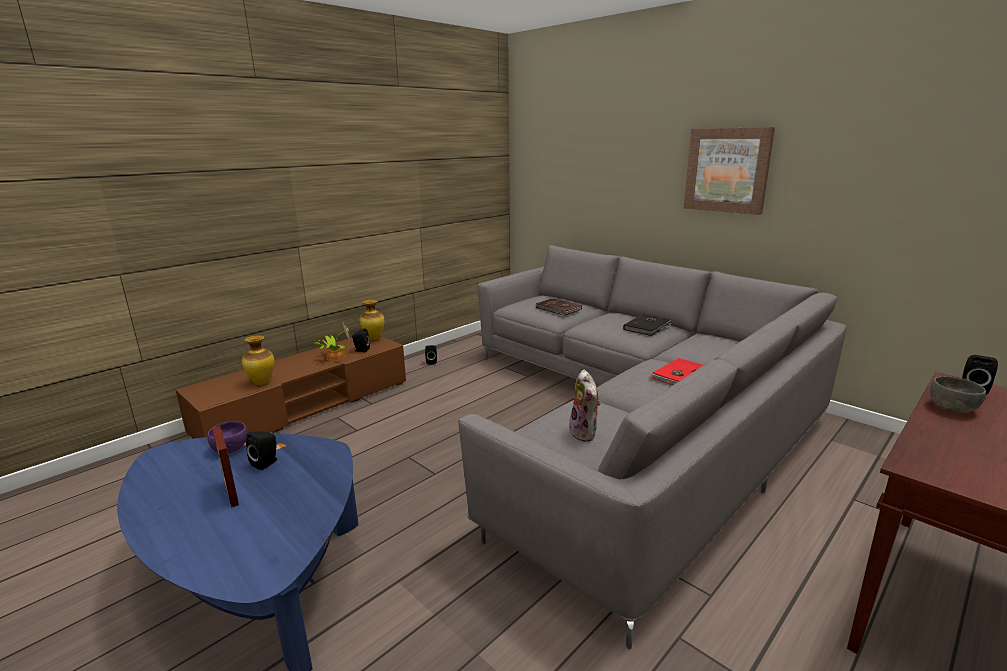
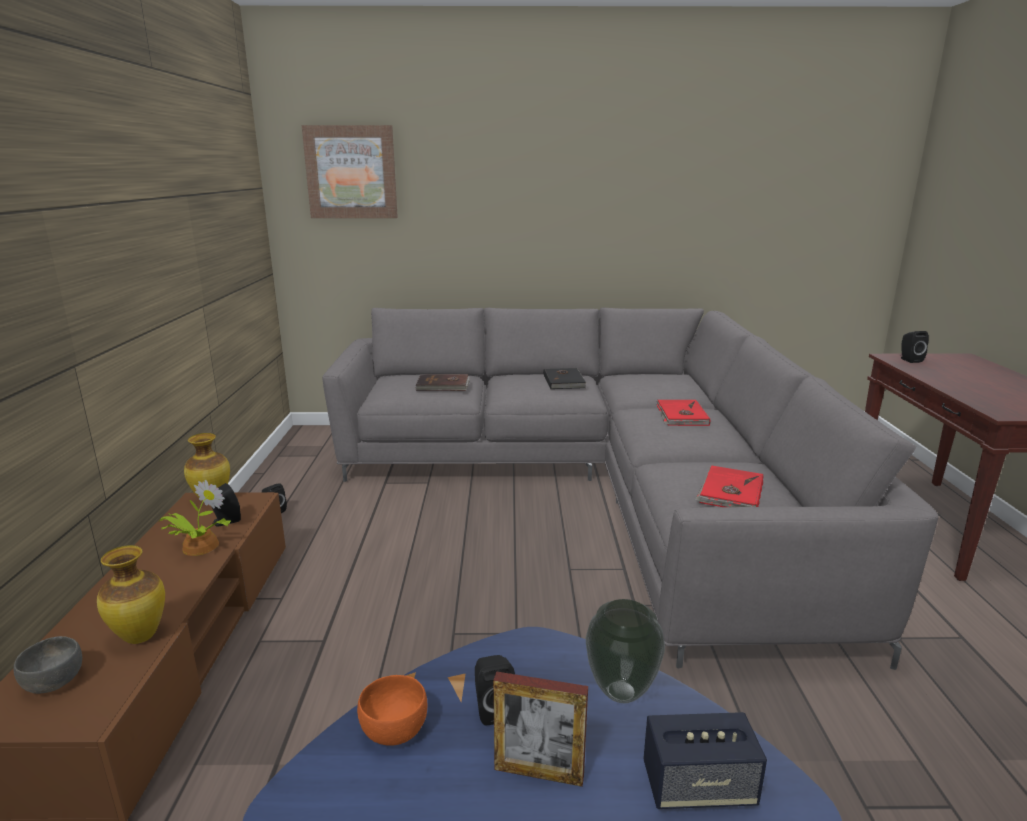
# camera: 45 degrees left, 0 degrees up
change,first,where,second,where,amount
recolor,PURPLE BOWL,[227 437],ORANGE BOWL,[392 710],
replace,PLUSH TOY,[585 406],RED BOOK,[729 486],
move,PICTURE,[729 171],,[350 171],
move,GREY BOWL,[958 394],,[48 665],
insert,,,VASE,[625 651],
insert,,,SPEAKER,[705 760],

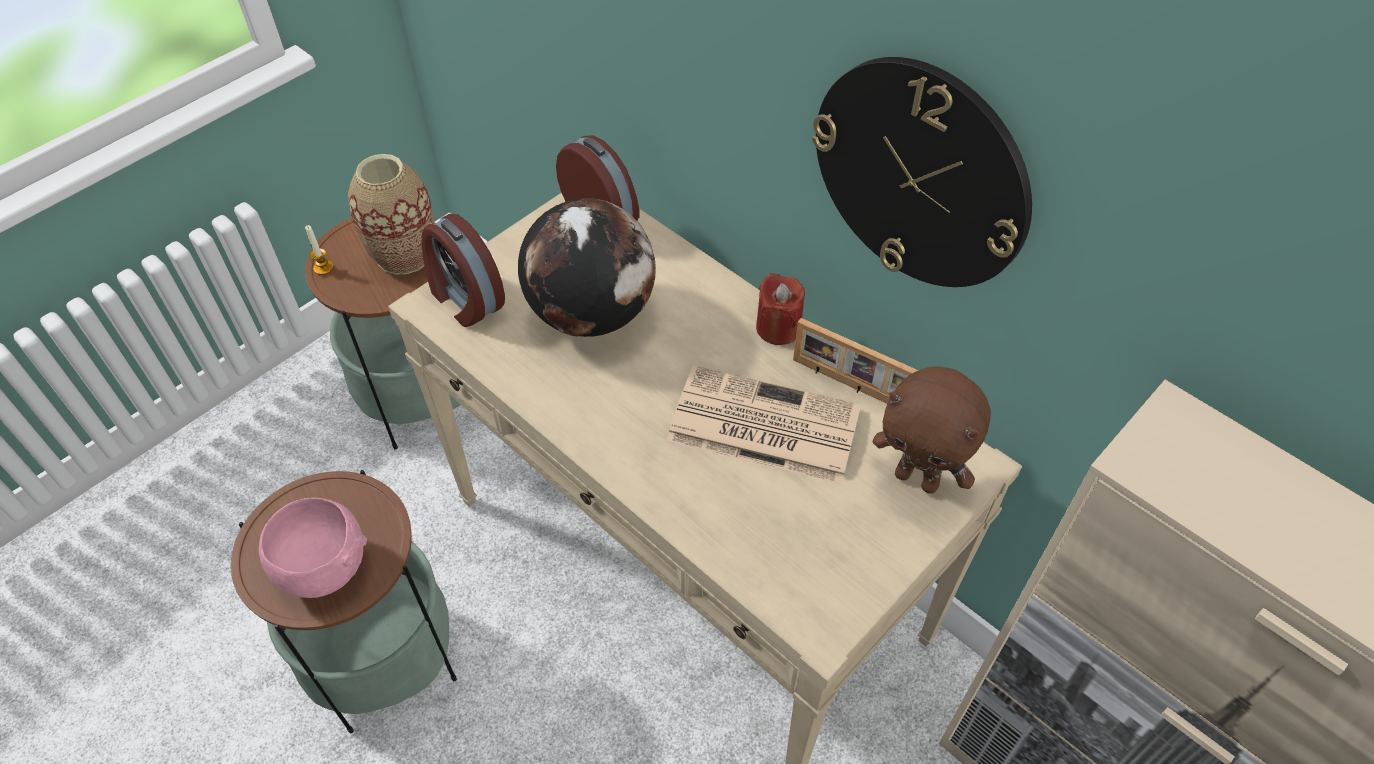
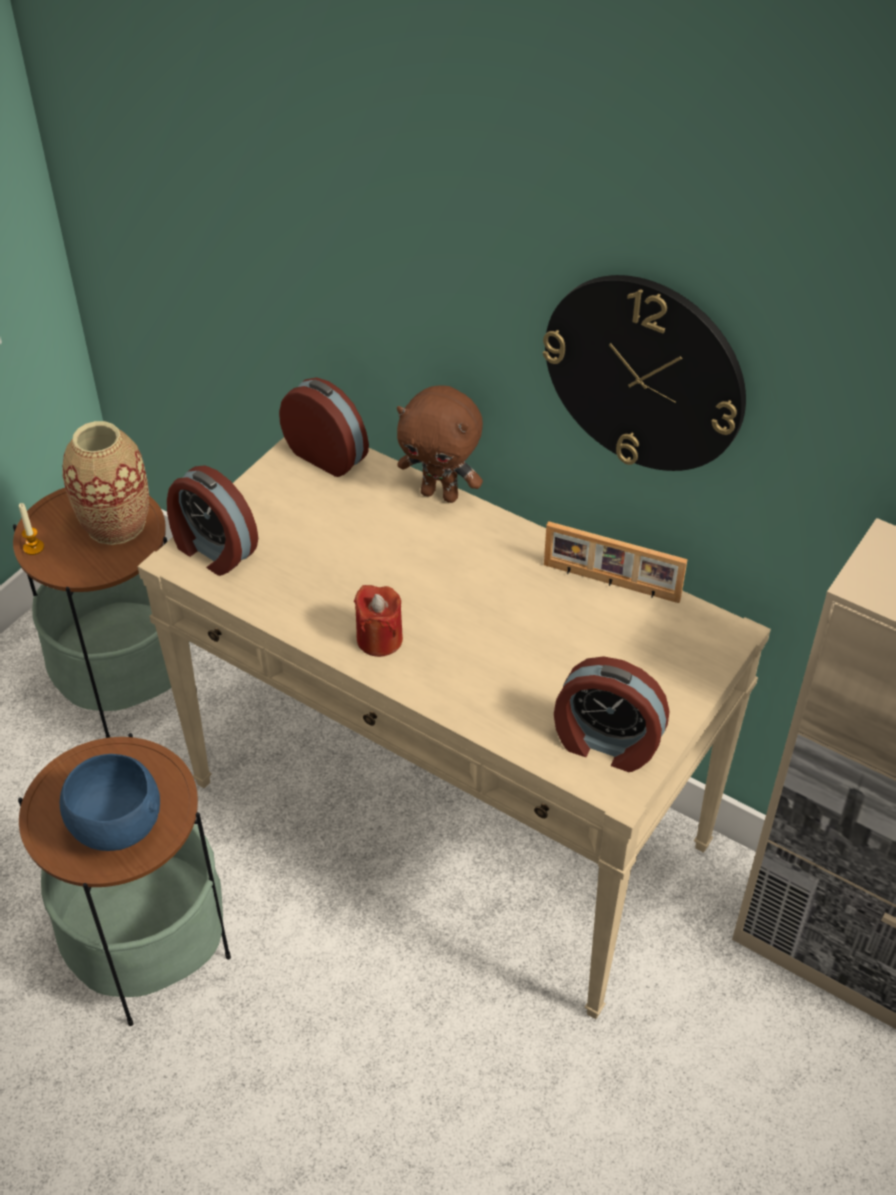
# camera: 10 degrees left, 5 degrees down
change,first,where,second,where,amount
recolor,PINK BOWL,[313 548],BLUE BOWL,[110 802],
delete,GLOBE,[587 267],,,
delete,NEWSPAPER,[764 424],,,
move,RED CANDLE,[780 309],,[378 621],
move,BROWN PLUSH TOY,[932 430],,[440 444],
insert,,,ALARM CLOCK,[611 714],

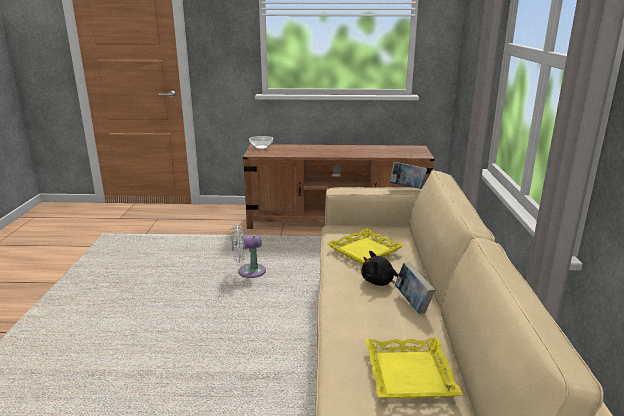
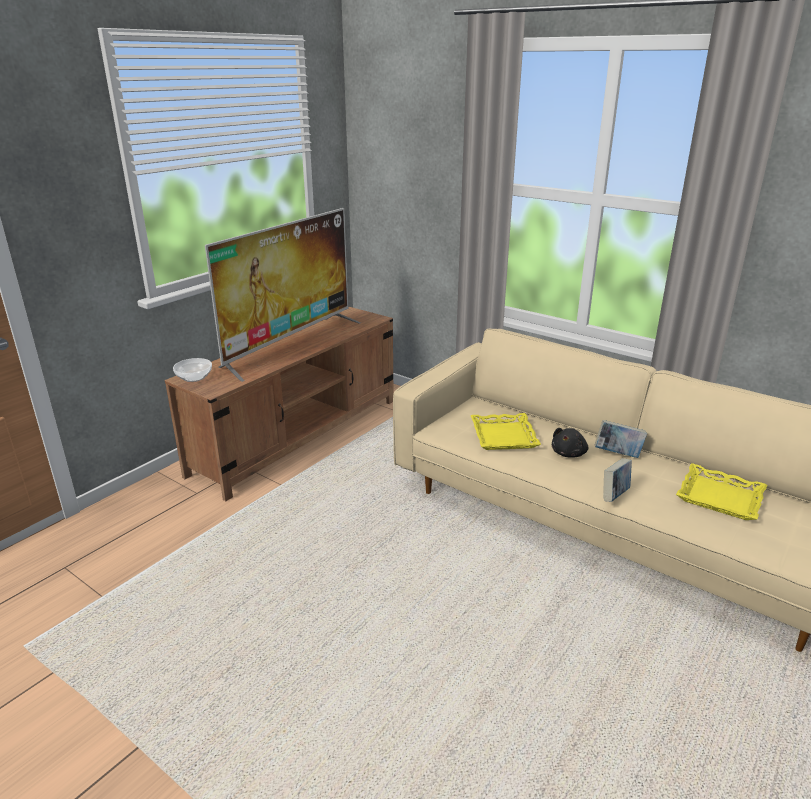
# camera: 55 degrees left, 5 degrees up
change,first,where,second,where,amount
delete,WHITE FAN,[248 251],,,
move,BOOK,[408 175],,[617 480],
insert,,,TELEVISION,[283 295],

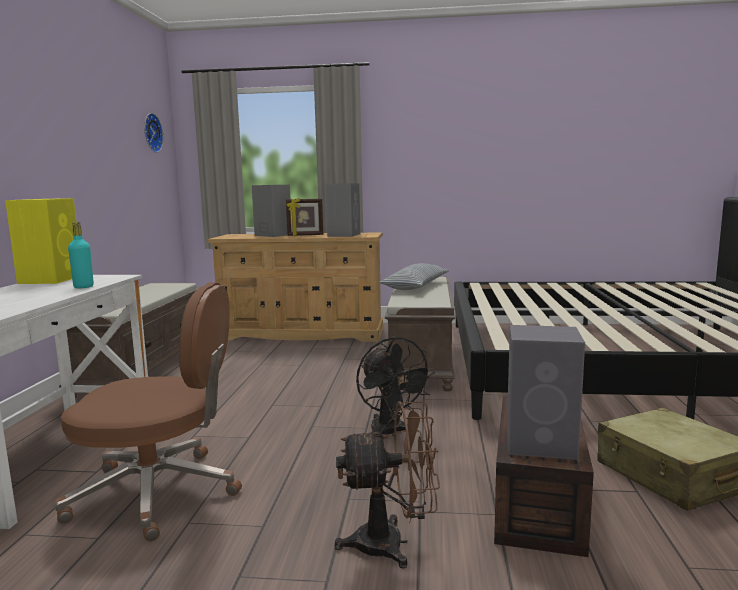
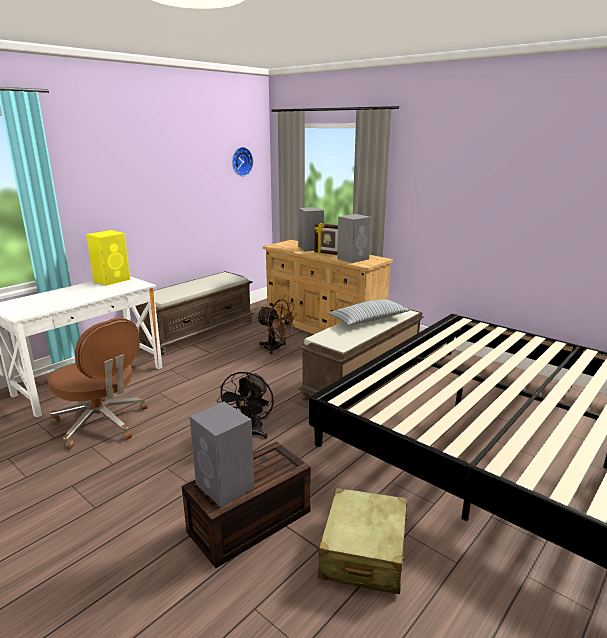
# camera: 35 degrees right, 10 degrees up
change,first,where,second,where,amount
delete,TURQUOISE BOTTLE,[81 255],,,
move,BROWN FAN,[387 485],,[276 326],

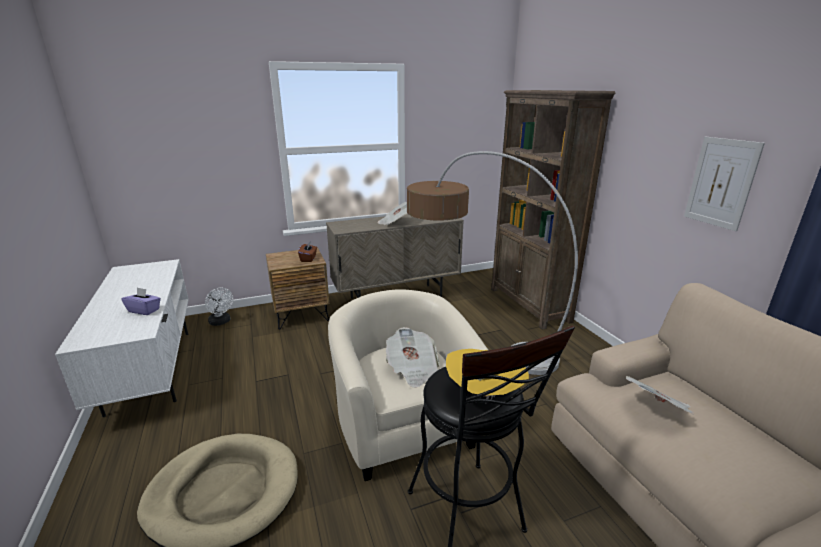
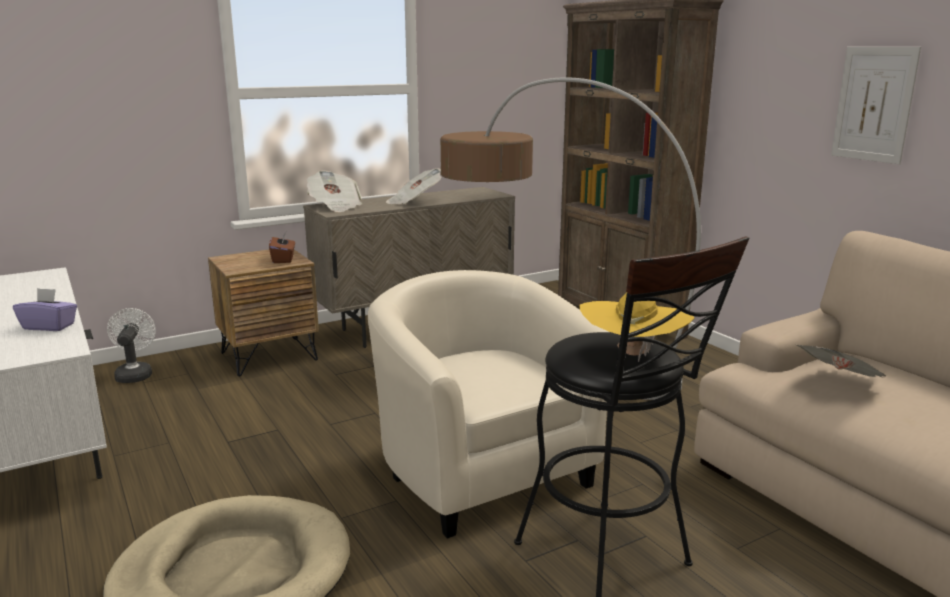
# camera: 10 degrees left, 5 degrees down
change,first,where,second,where,amount
rotate,WHITE FAN,[219 307],,[131 345],135 degrees counterclockwise
move,NEWSPAPER,[413 357],,[334 191],

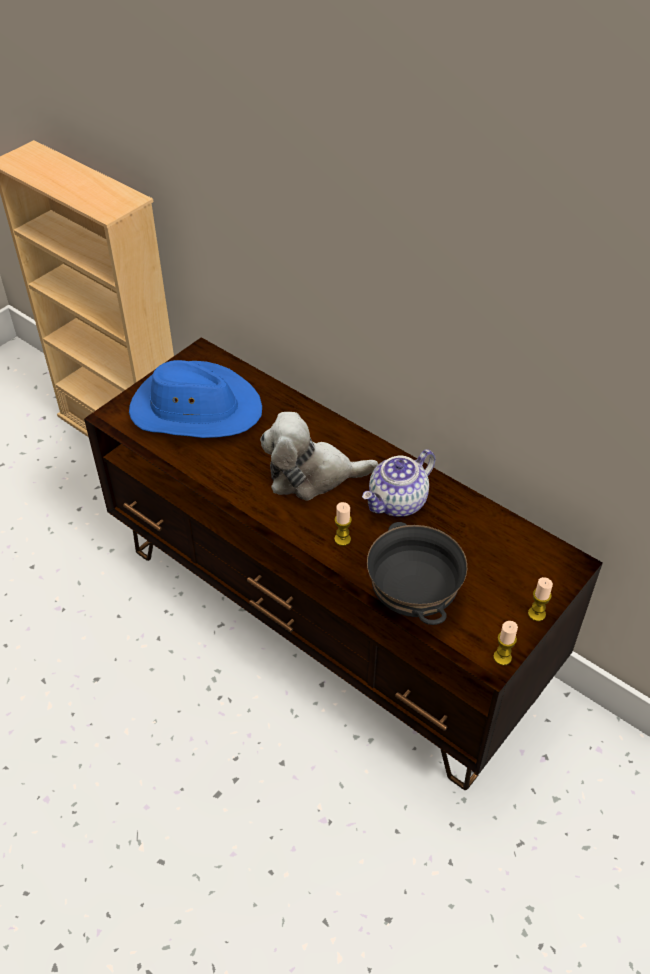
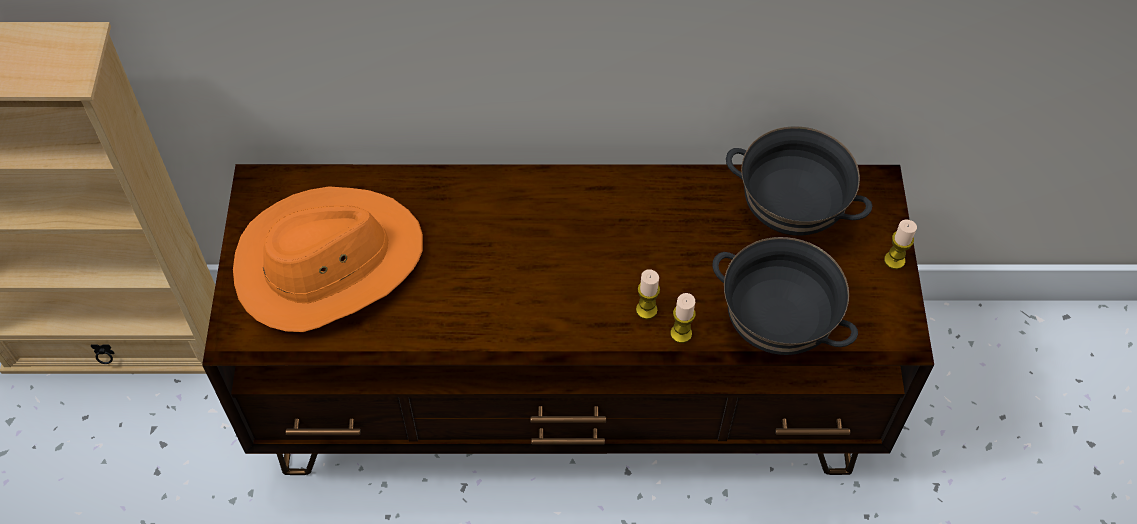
# camera: 40 degrees left, 10 degrees up
change,first,where,second,where,amount
recolor,BLUE HAT,[195 399],ORANGE HAT,[328 259],
delete,PLUSH TOY,[319 456],,,
delete,TEAPOT,[398 483],,,
move,CANDLE,[505 643],,[683 318],
insert,,,BLACK BOWL,[799 181],

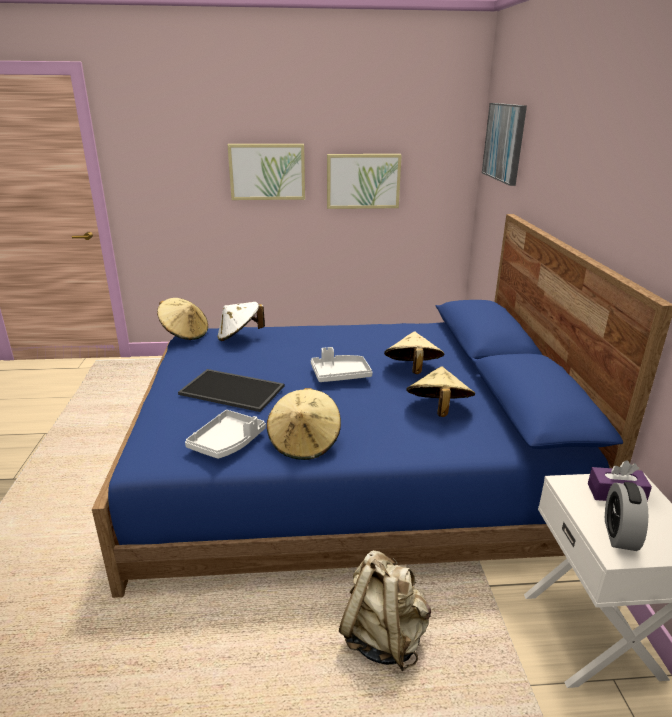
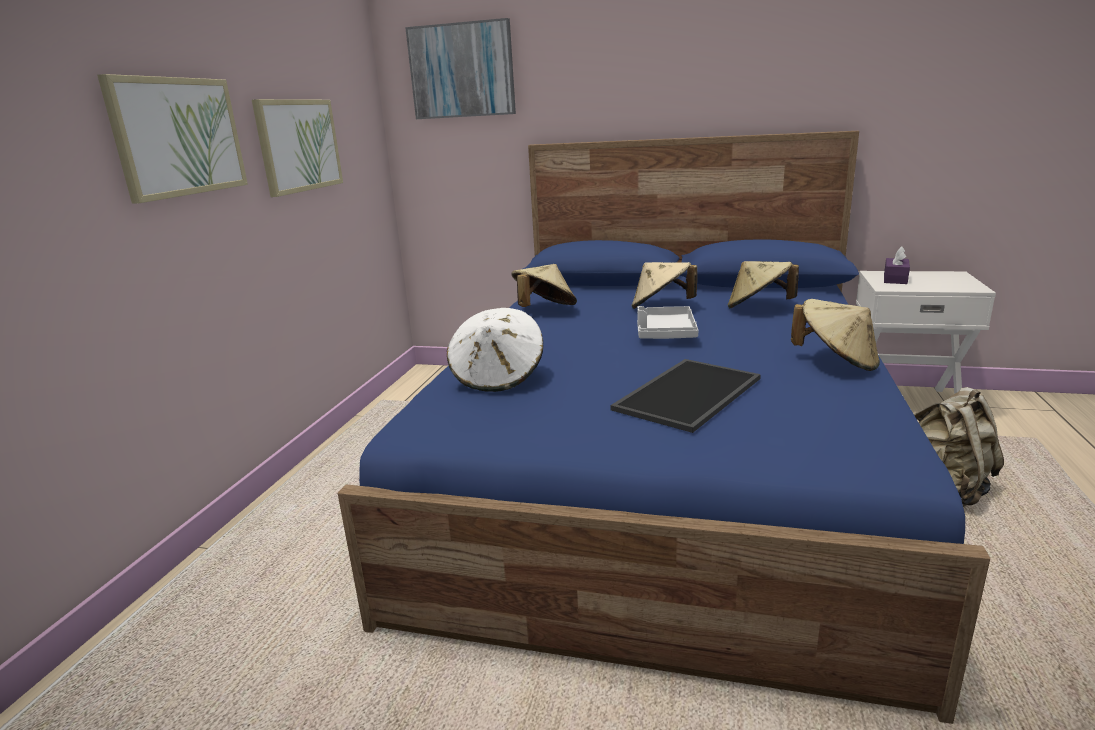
# camera: 70 degrees left, 5 degrees down
change,first,where,second,where,amount
move,BEIGE HAT,[182 319],,[544 285],
delete,WHITE TRAY,[225 434],,,
delete,ALARM CLOCK,[626 516],,,

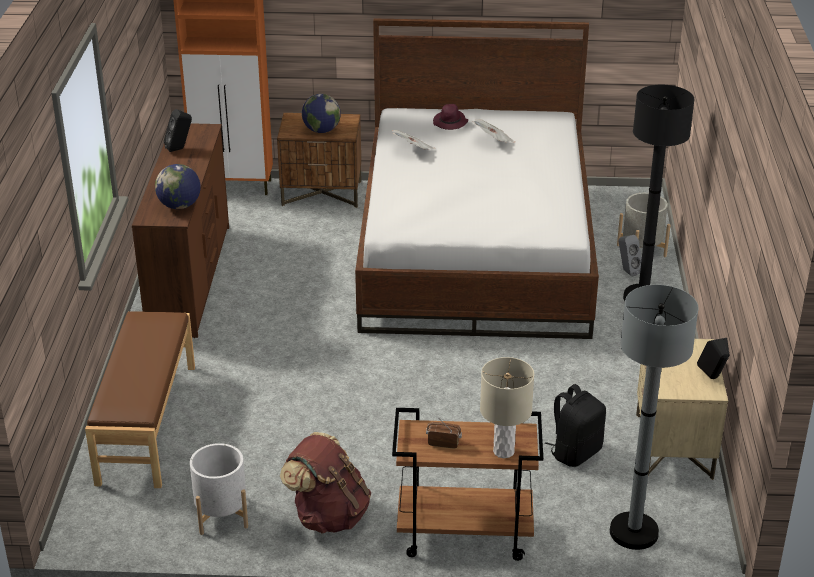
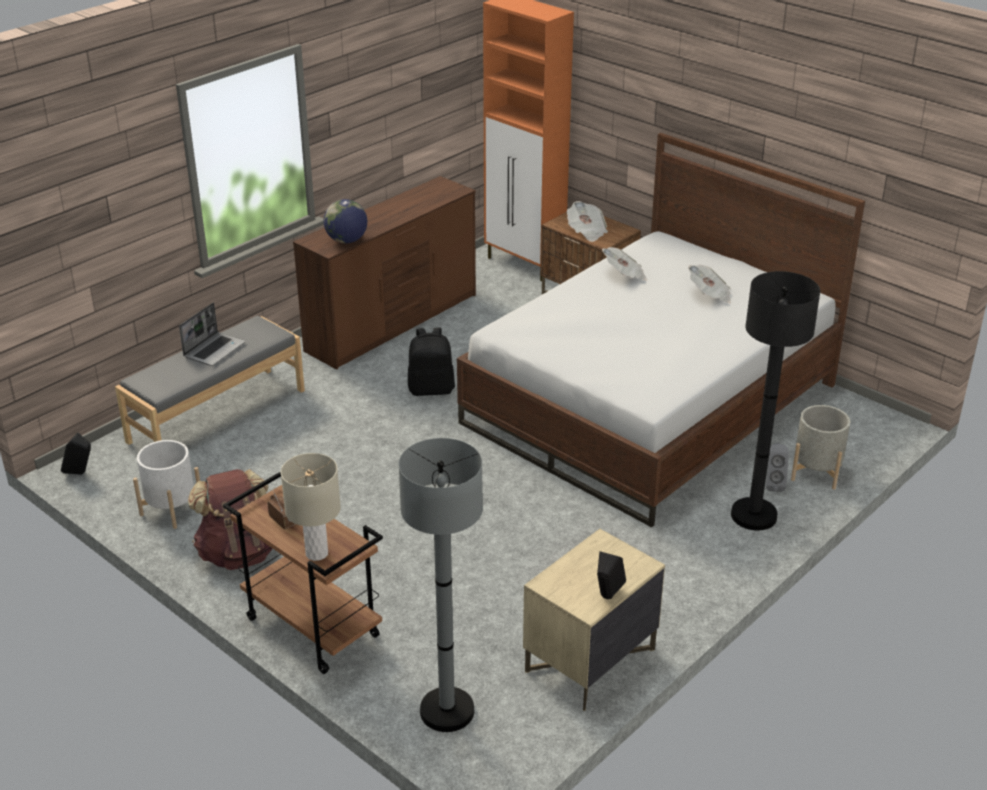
# camera: 40 degrees right, 0 degrees up
change,first,where,second,where,amount
recolor,BROWN BENCH,[140 399],GREY BENCH,[210 380],
move,BLACK SPEAKER,[178 130],,[76 453],
replace,GLOBE,[321 113],NEWSPAPER,[587 221],
delete,PURPLE HAT,[450 117],,,
move,BLACK BACKPACK,[575 425],,[431 362],
insert,,,LAPTOP,[212 334],

